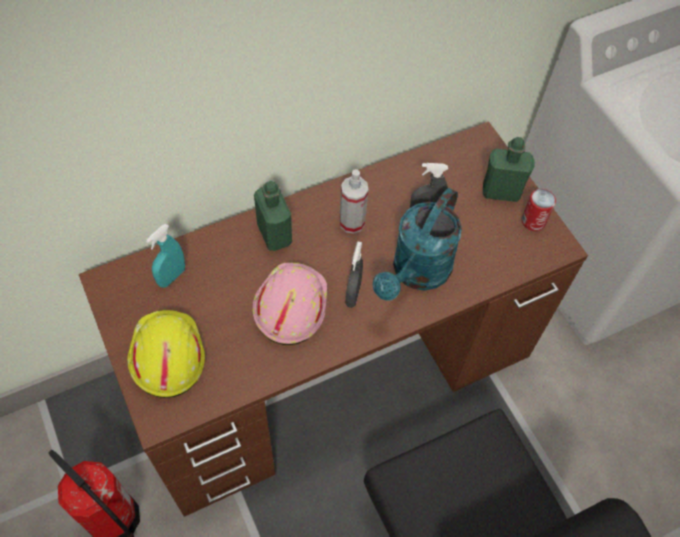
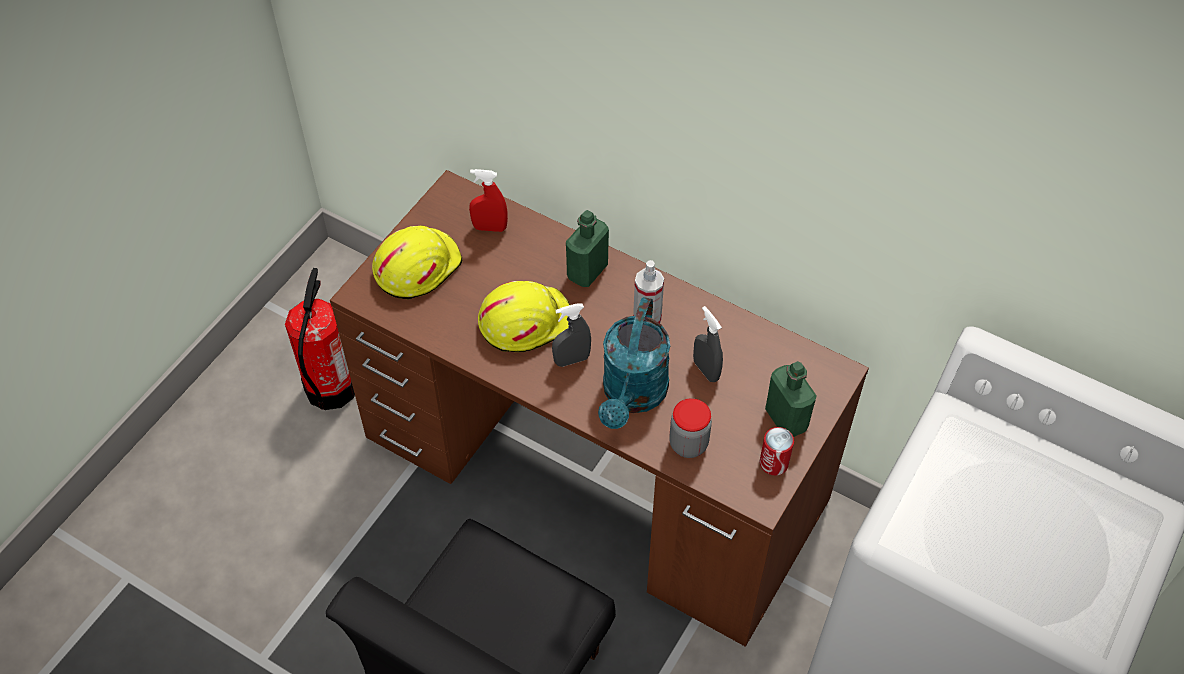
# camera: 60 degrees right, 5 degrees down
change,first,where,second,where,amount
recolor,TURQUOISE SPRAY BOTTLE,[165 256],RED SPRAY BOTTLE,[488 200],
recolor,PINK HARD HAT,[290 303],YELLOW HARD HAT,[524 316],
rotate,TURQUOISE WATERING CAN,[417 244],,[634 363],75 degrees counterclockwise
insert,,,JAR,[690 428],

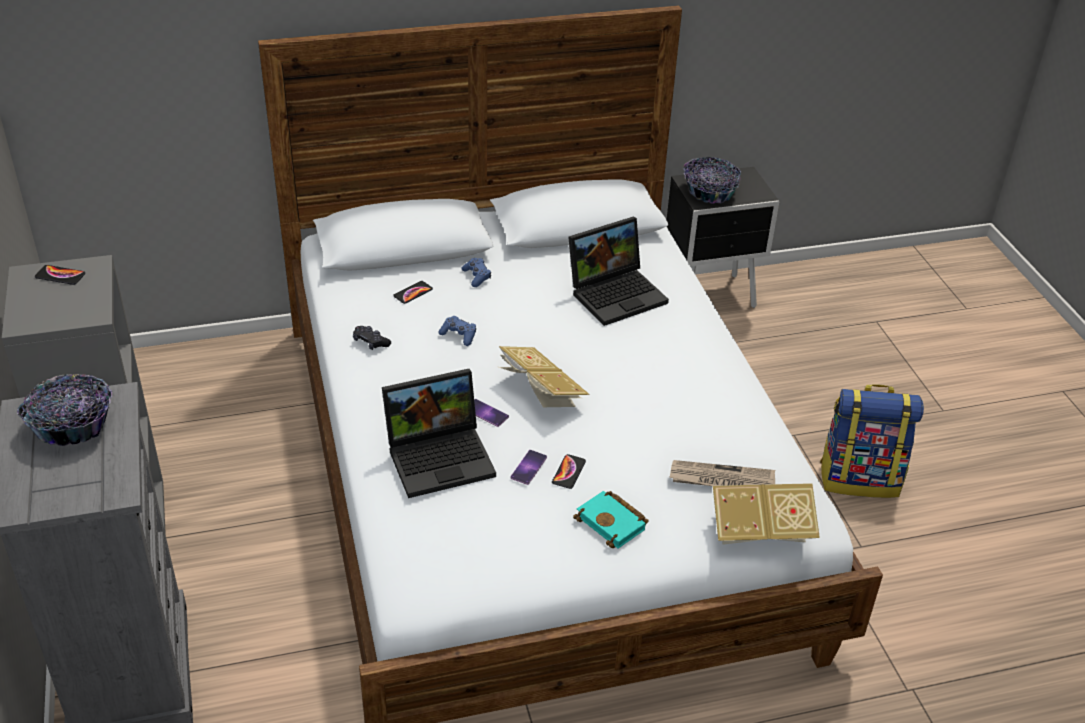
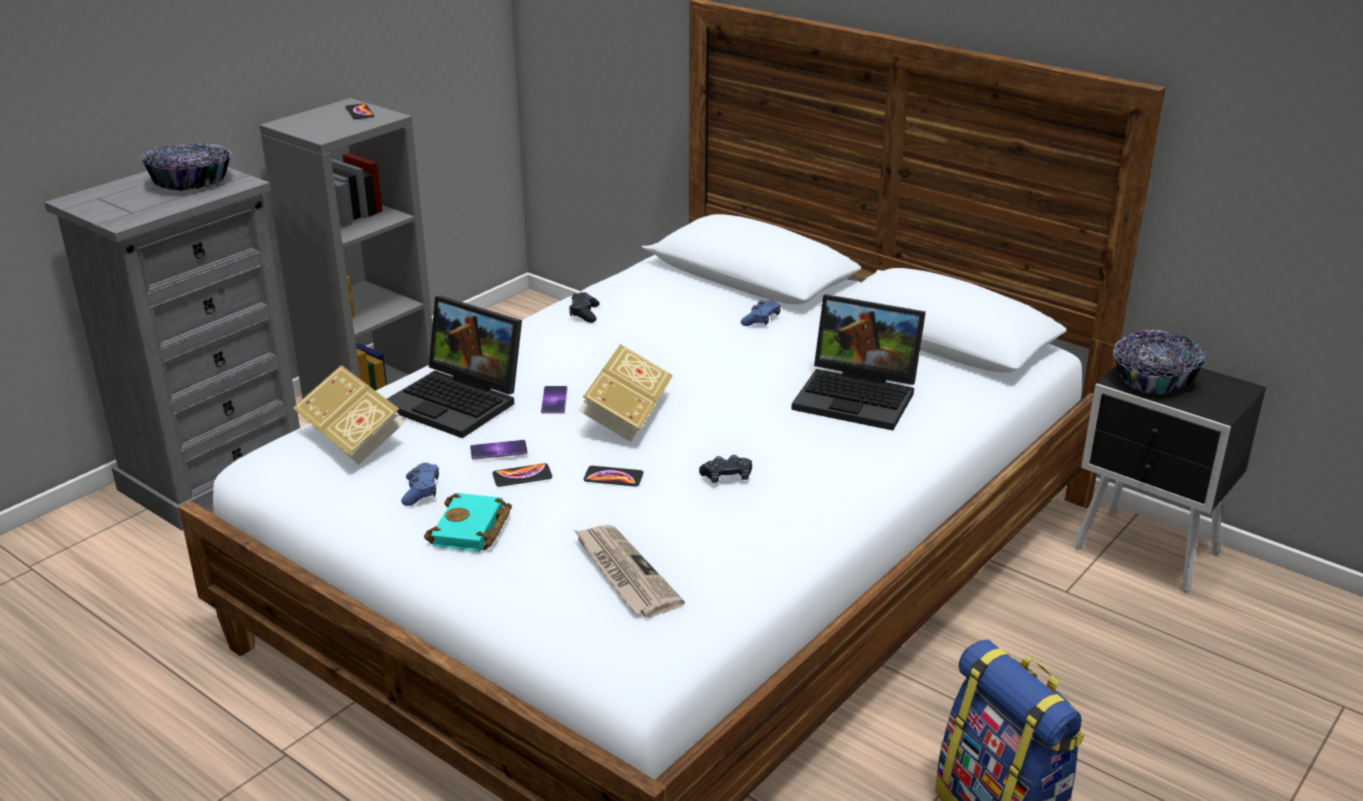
# camera: 55 degrees right, 10 degrees down
change,first,where,second,where,amount
move,PHONE,[413 292],,[614 476],
move,BLUE GAME CONTROLLER,[457 331],,[420 484],
move,BOOK,[766 514],,[349 415],
insert,,,BLACK GAME CONTROLLER,[725 469],

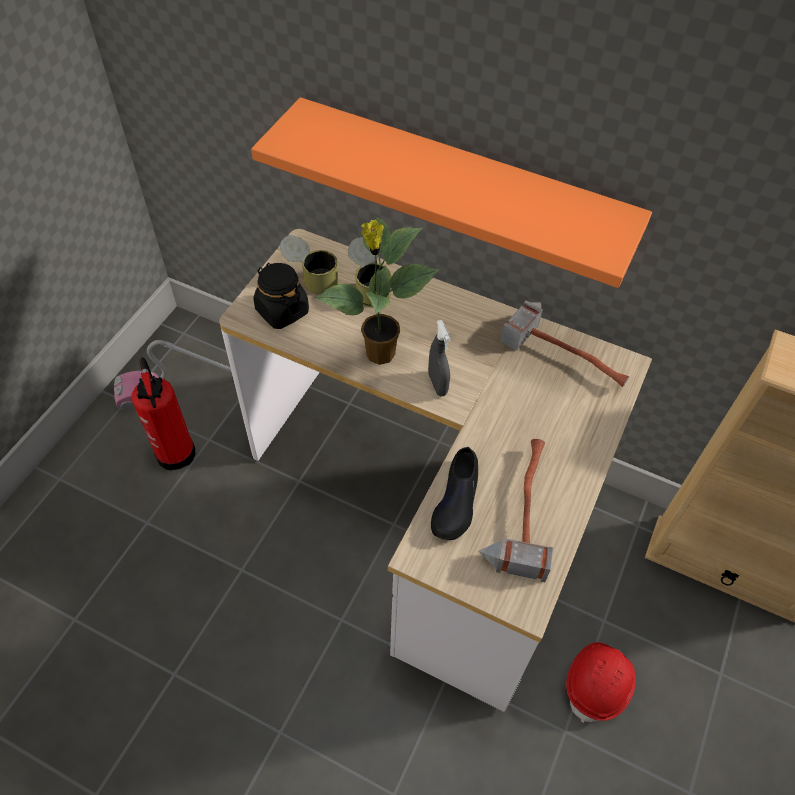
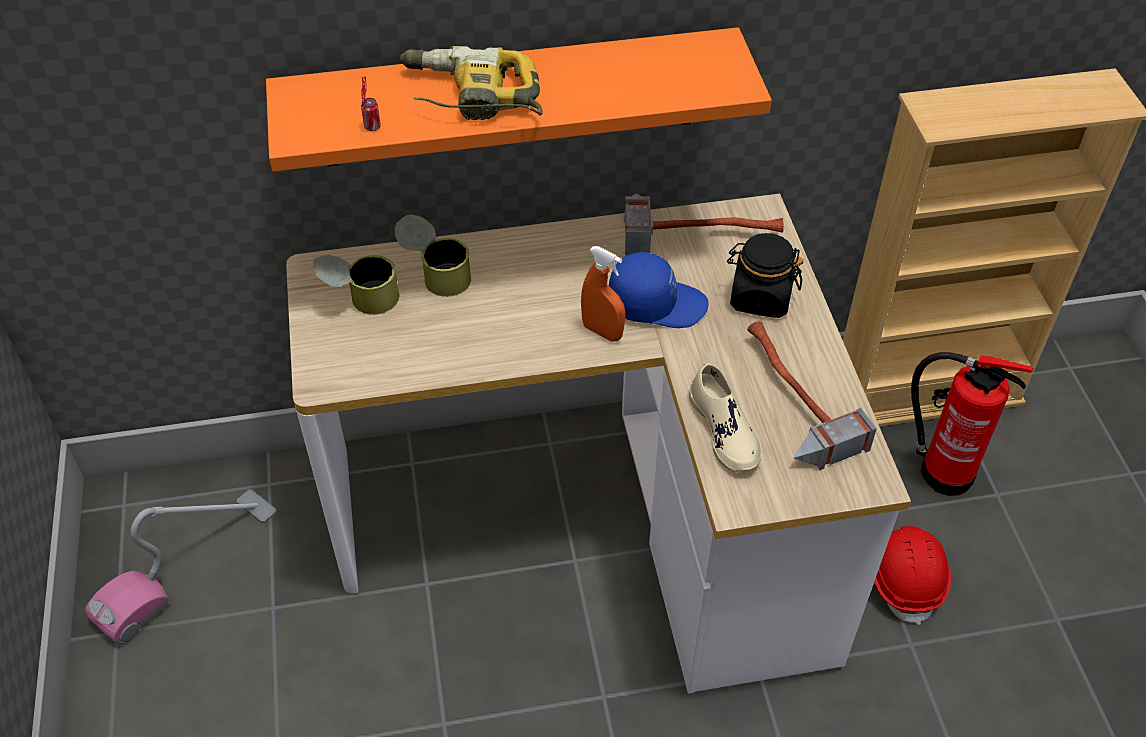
# camera: 35 degrees left, 5 degrees down
change,first,where,second,where,amount
move,FIRE EXTINGUISHER,[163 414],,[972 424],
move,BLACK JAR,[281 296],,[765 275],
delete,POTTED PLANT,[377 291],,,
recolor,GREY SPRAY BOTTLE,[439 358],ORANGE SPRAY BOTTLE,[603 294],
recolor,BLACK SHOE,[454 493],BEIGE SHOE,[725 417],
insert,,,CAN,[371 103],
insert,,,POWER DRILL,[471 83],
insert,,,BLUE CAP,[658 290],

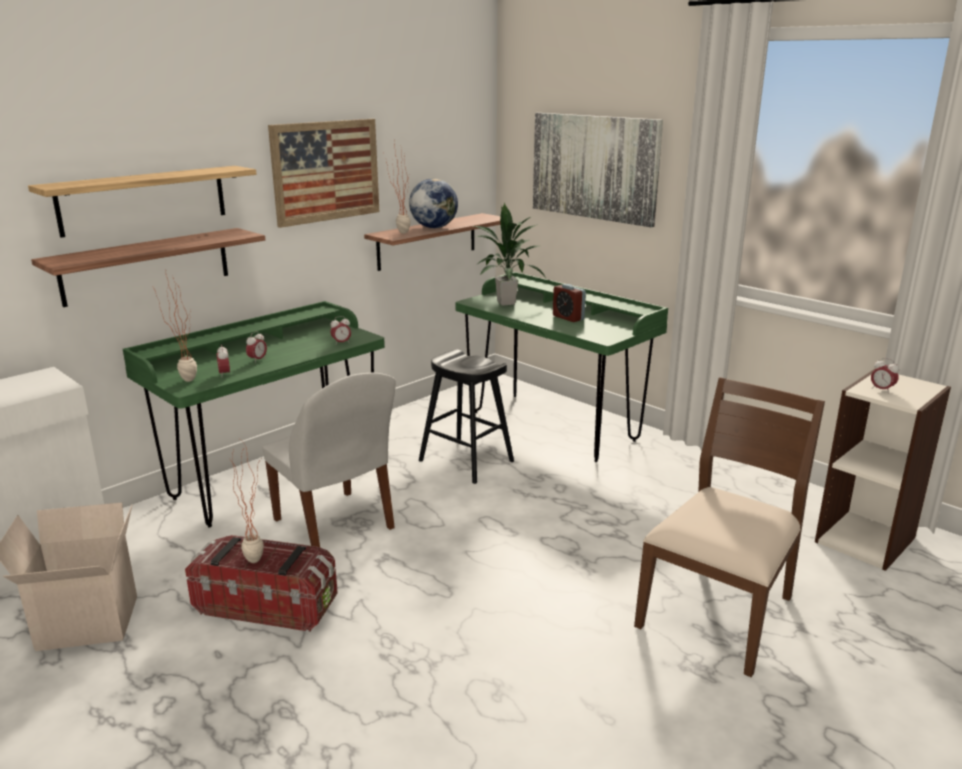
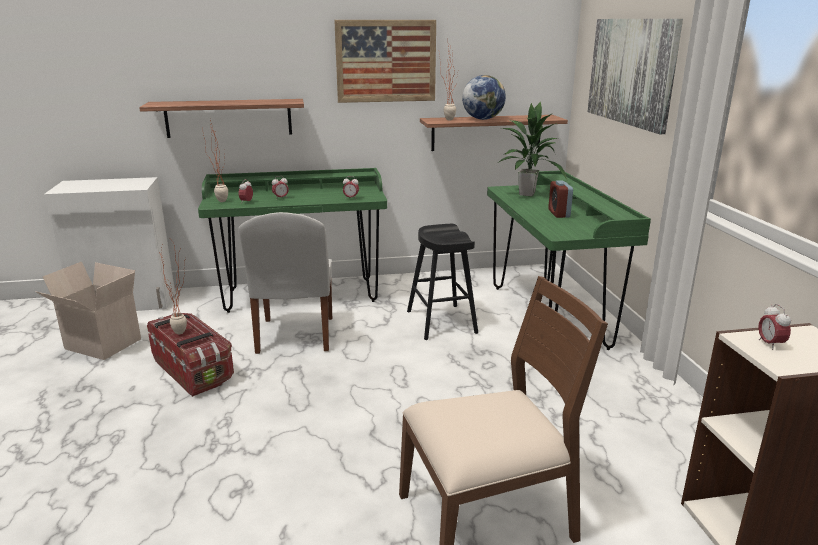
# camera: 35 degrees right, 0 degrees up
change,first,where,second,where,amount
delete,SHELF,[142 202],,,

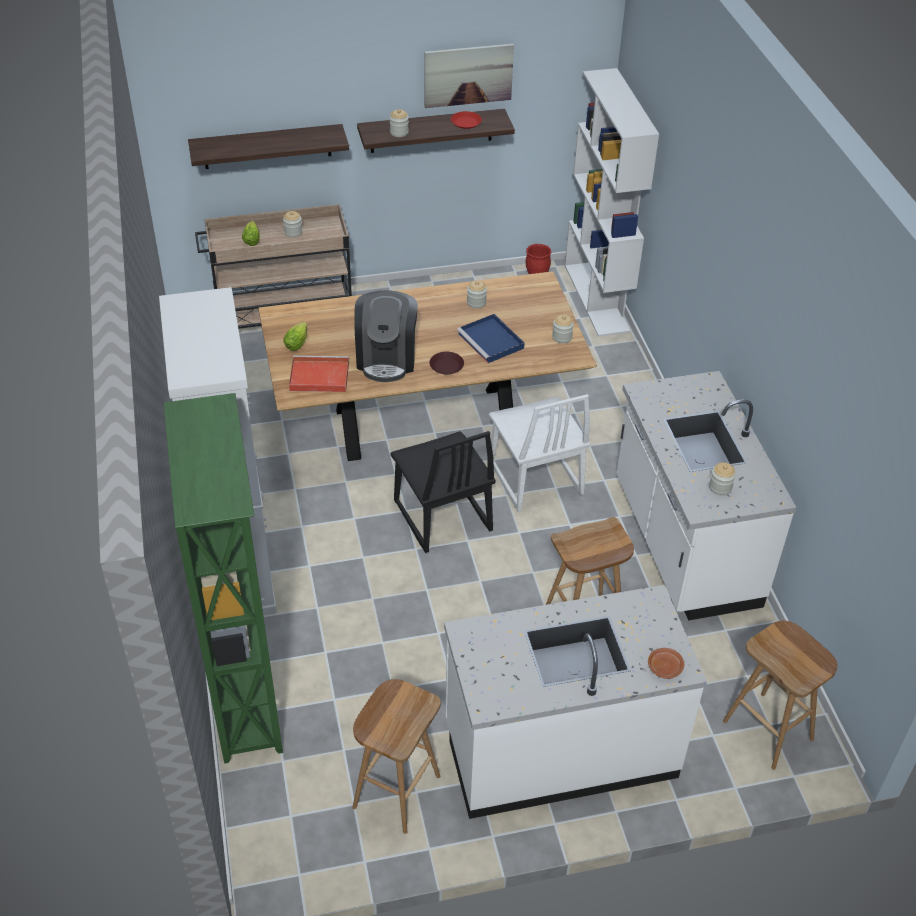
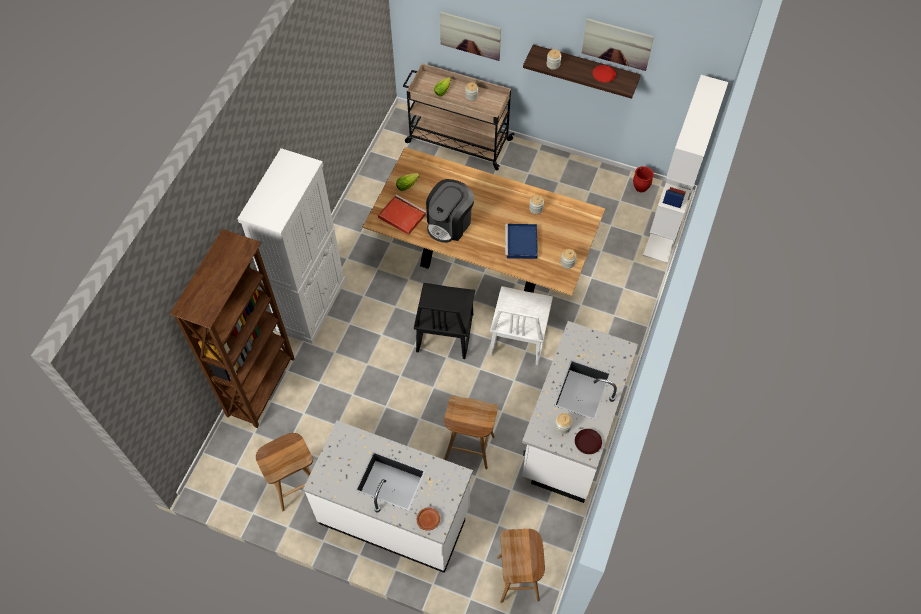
# camera: 35 degrees right, 15 degrees up
change,first,where,second,where,amount
recolor,GREEN BOOKCASE,[223 578],BROWN BOOKCASE,[232 328],
replace,SHELF,[268 146],PICTURE,[470 36],
move,BROWN PLATE,[446 363],,[588 441],

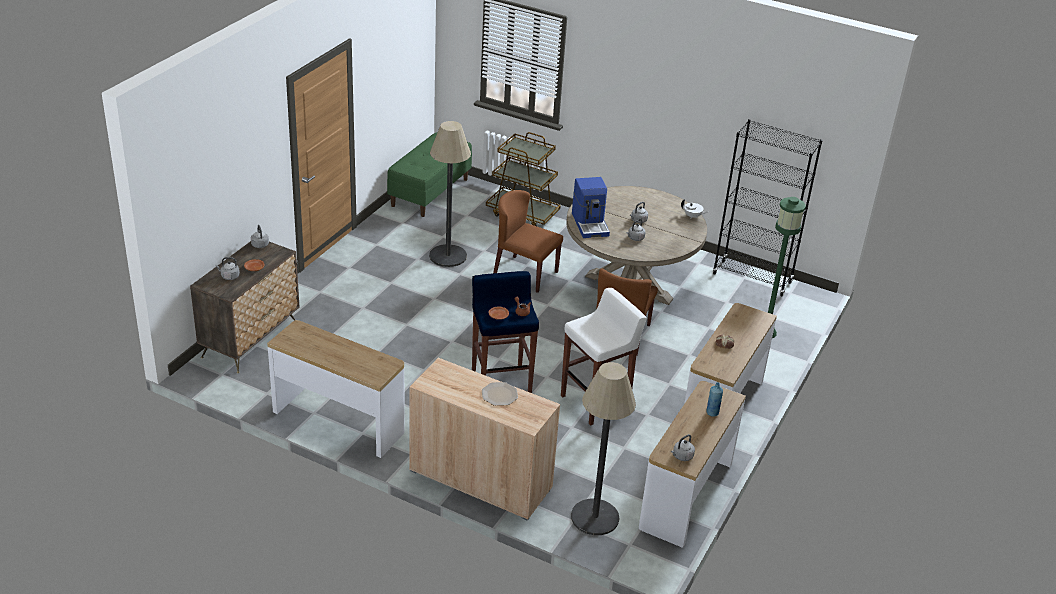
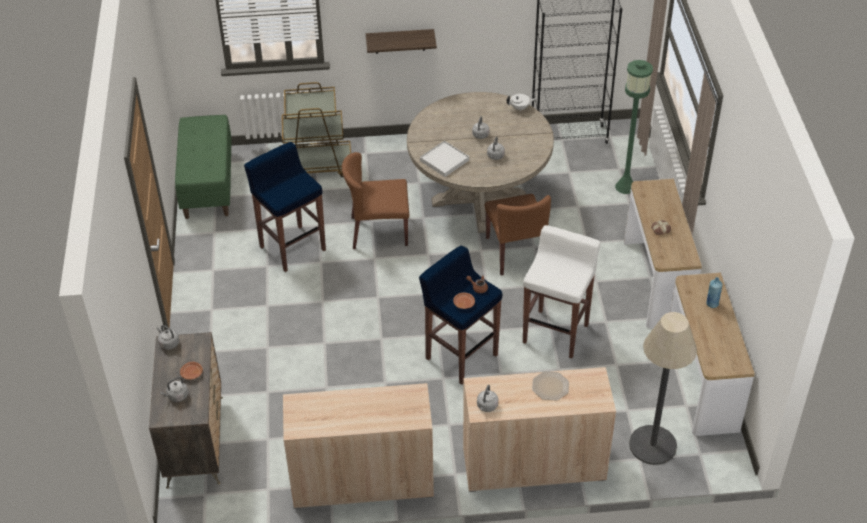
# camera: 30 degrees left, 10 degrees up
change,first,where,second,where,amount
replace,CONSOLE TABLE,[335 389],BEIGE CABINET,[358 446],
replace,FLOOR LAMP,[450 194],BLUE STOOL,[285 207],
replace,COFFEE MACHINE,[591 207],WHITE TRAY,[444 159],
move,GREY KETTLE,[683 447],,[487 398],
insert,,,SHELF,[401 41],

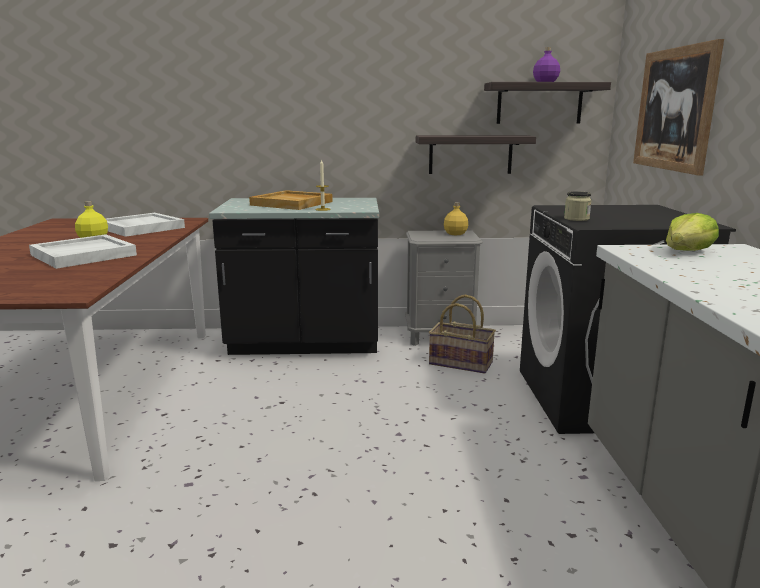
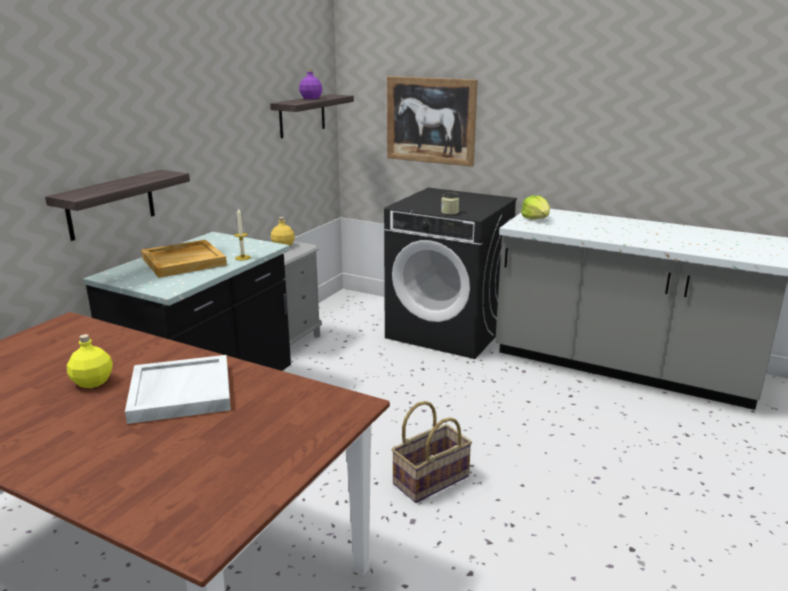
# camera: 60 degrees left, 5 degrees up
change,first,where,second,where,amount
delete,WHITE TRAY,[145 225],,,
move,SHELF,[476 154],,[117 205],
move,BASKET,[462 334],,[432 452],

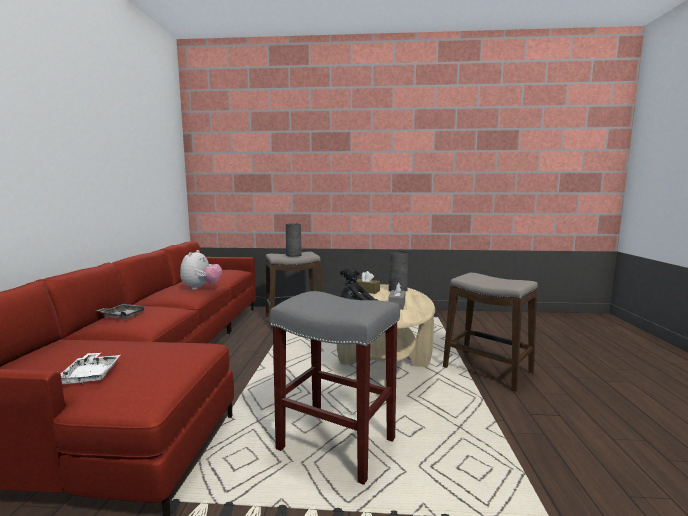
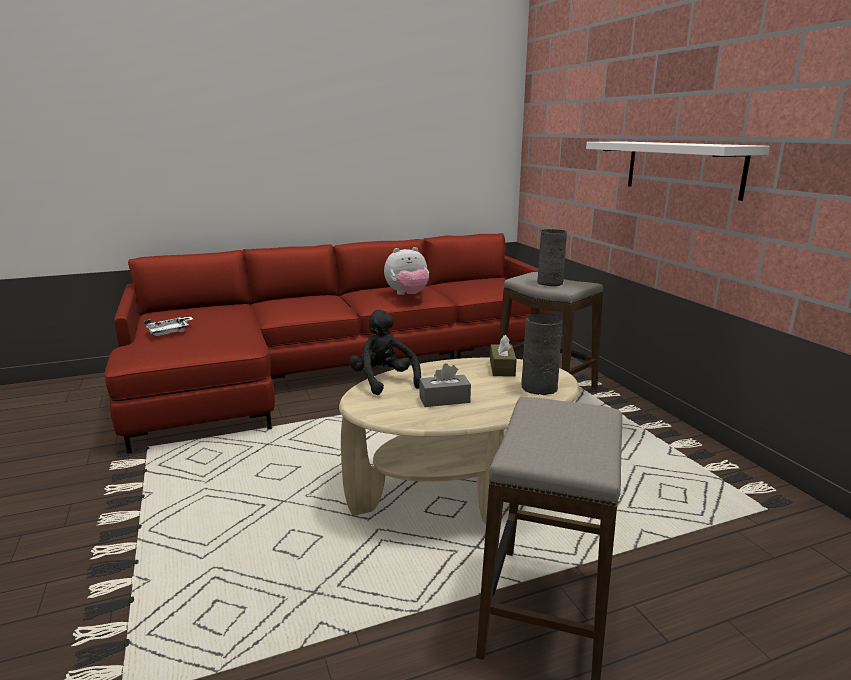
# camera: 65 degrees right, 10 degrees up
change,first,where,second,where,amount
delete,GREY TRAY,[121 311],,,
delete,GREY STOOL,[335 388],,,
insert,,,WHITE SHELF,[678 171],

